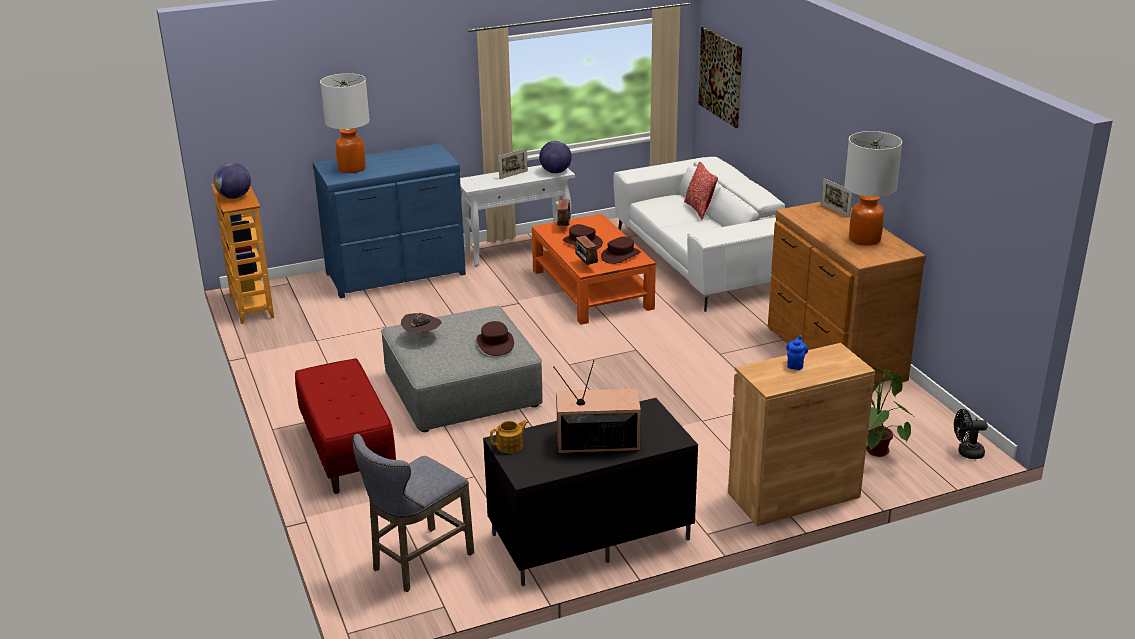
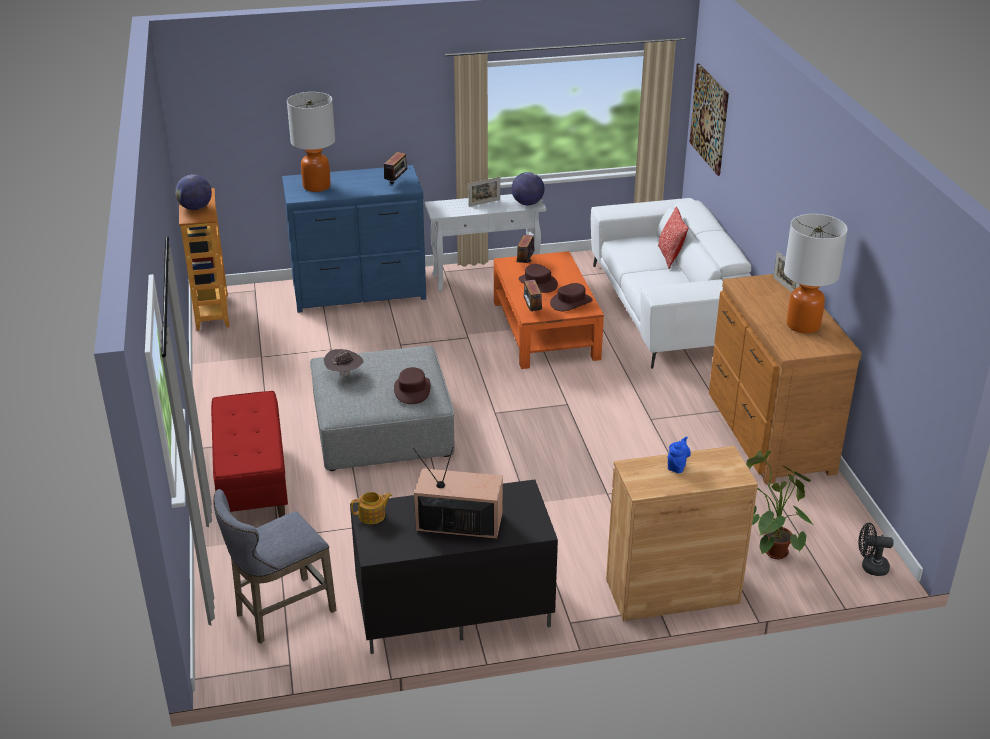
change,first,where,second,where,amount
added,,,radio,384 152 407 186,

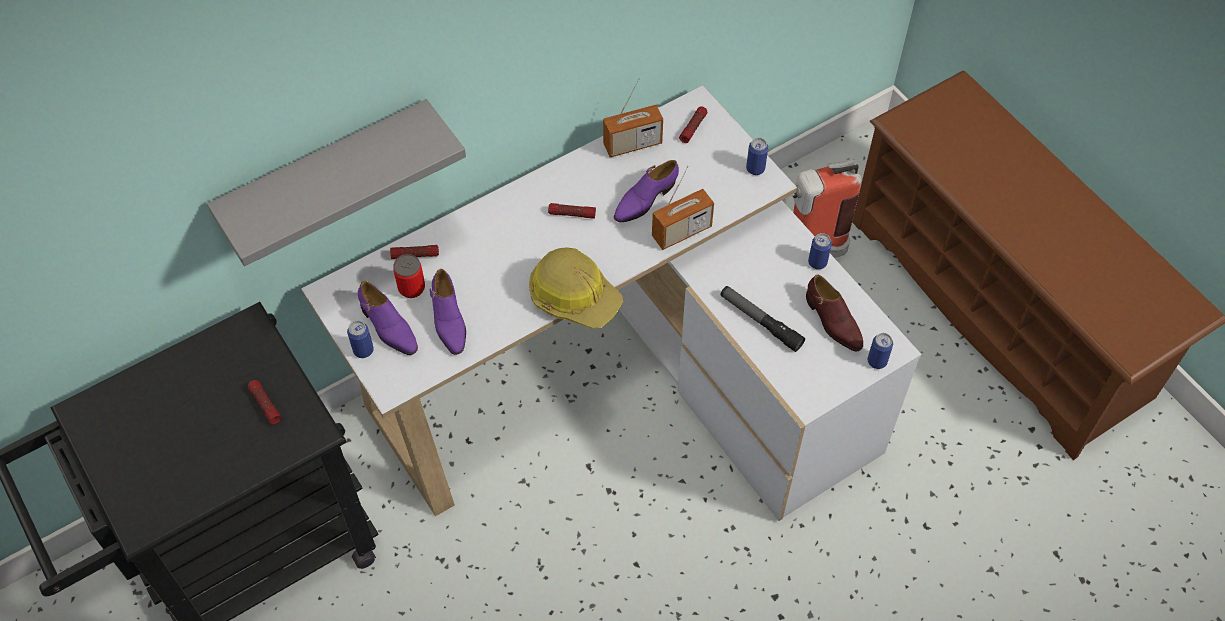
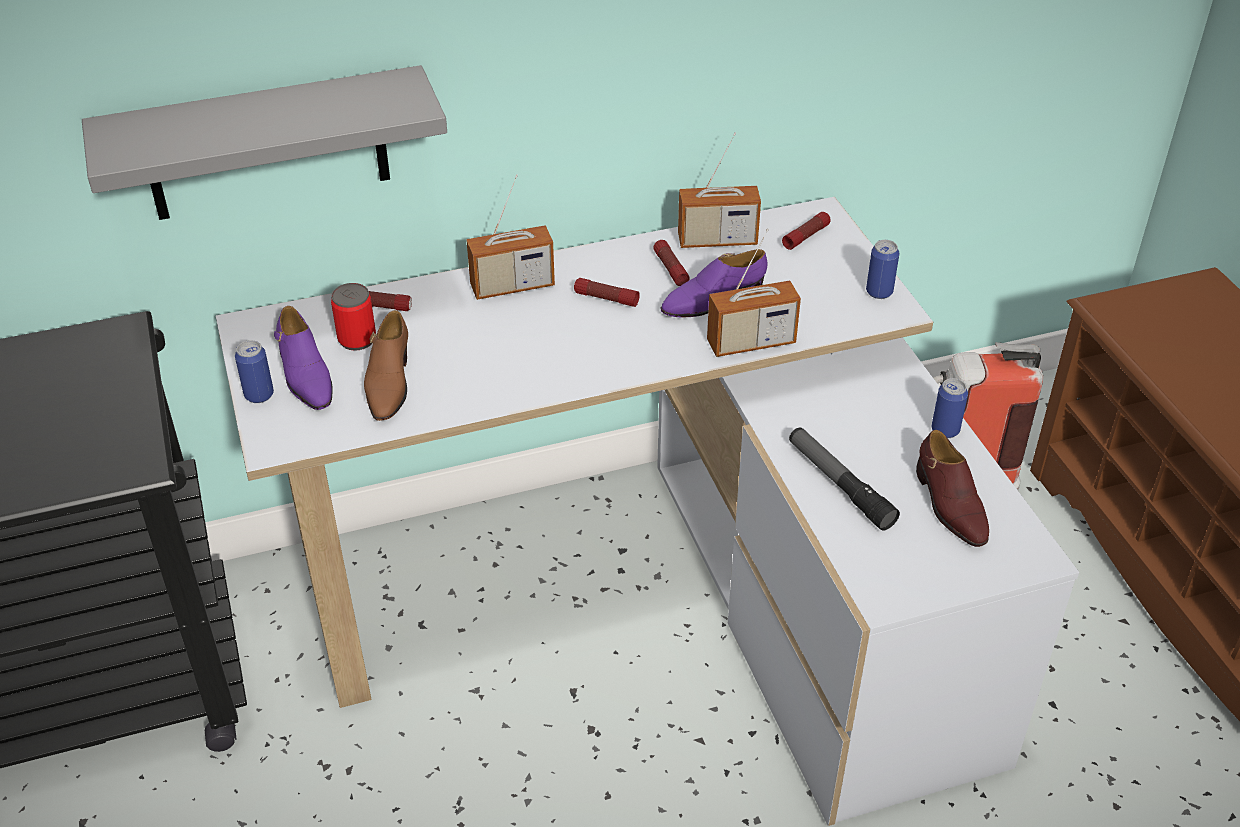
change,first,where,second,where,amount
moved,flashlight,248 380 281 425,,653 240 690 286,
recoloured,purple shoe,430 269 466 355,brown shoe,364 310 408 421,
removed,hard hat,529 247 623 328,,,
removed,can,868 333 893 369,,,
added,,,radio,466 174 555 300,

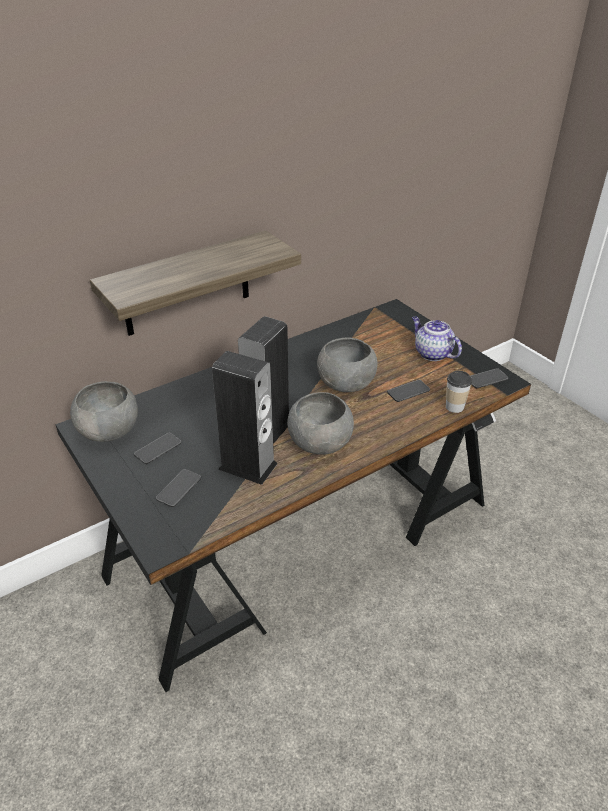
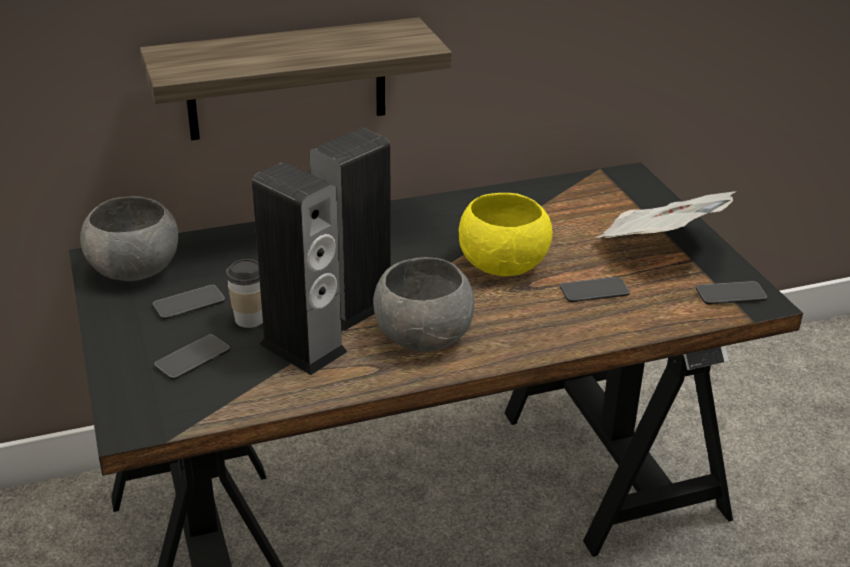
change,first,where,second,where,amount
recoloured,grey bowl,317 338 378 392,yellow bowl,459 193 553 276,
replaced,teapot,412 316 462 361,newspaper,596 191 736 238,
moved,cup,446 371 472 413,,226 259 263 328,

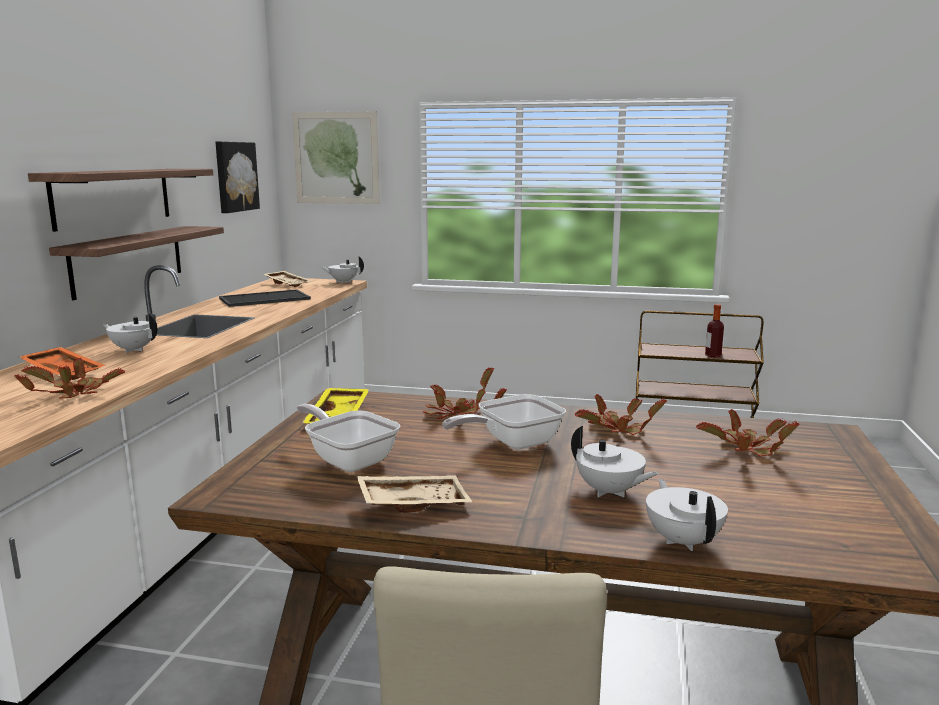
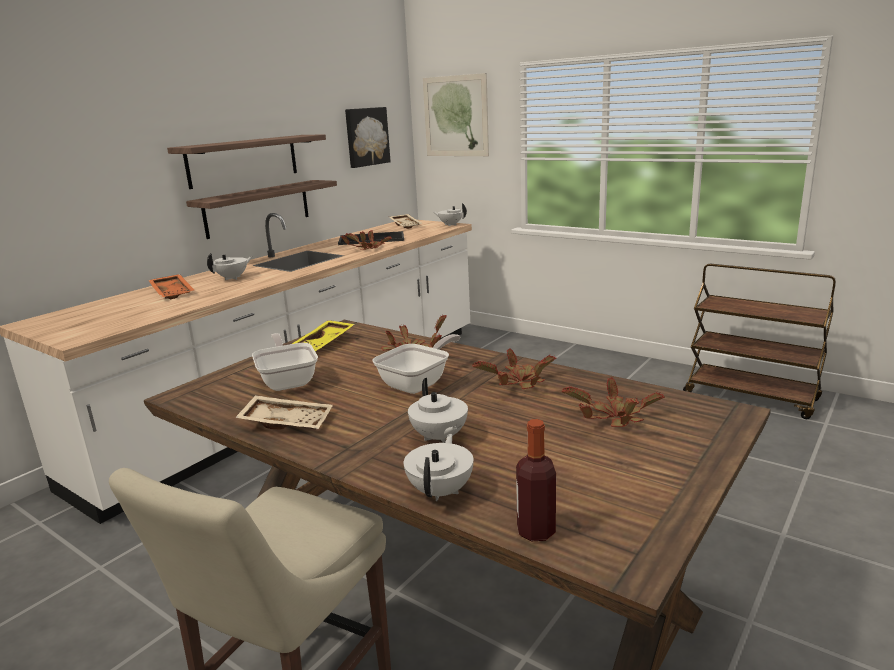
change,first,where,second,where,amount
moved,potted plant,14 358 125 399,,341 230 392 250,
turned,white teapot,103 312 157 353,,207 253 253 280,90 degrees clockwise
turned,frying pan,442 394 566 449,,372 334 461 394,135 degrees clockwise
moved,bottle,705 304 724 357,,516 419 556 541,

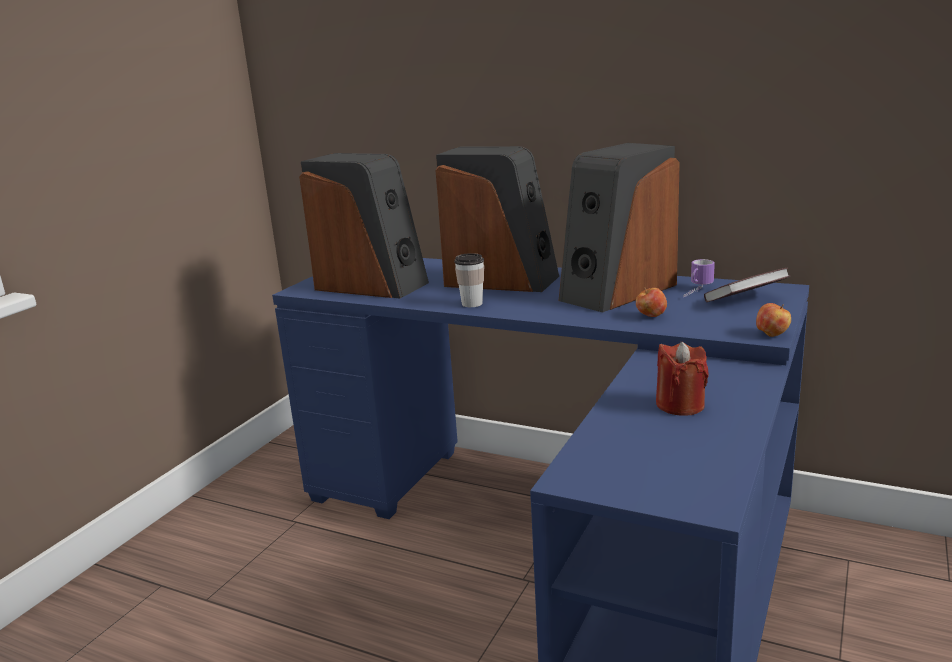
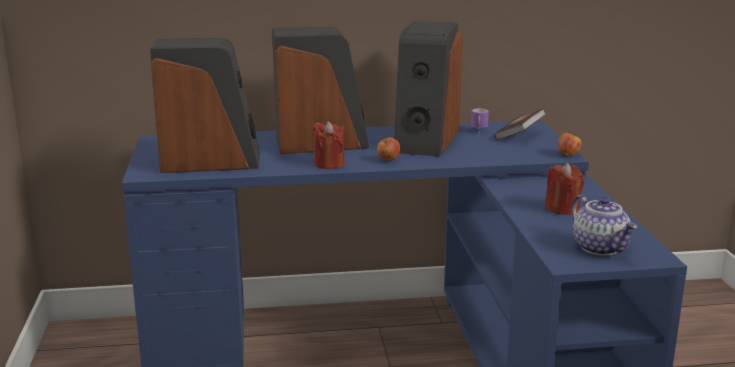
change,first,where,second,where,amount
replaced,cup,454 253 484 307,red candle,313 121 345 169,
moved,apple,636 287 667 317,,377 138 400 161,
added,,,teapot,571 195 638 256,

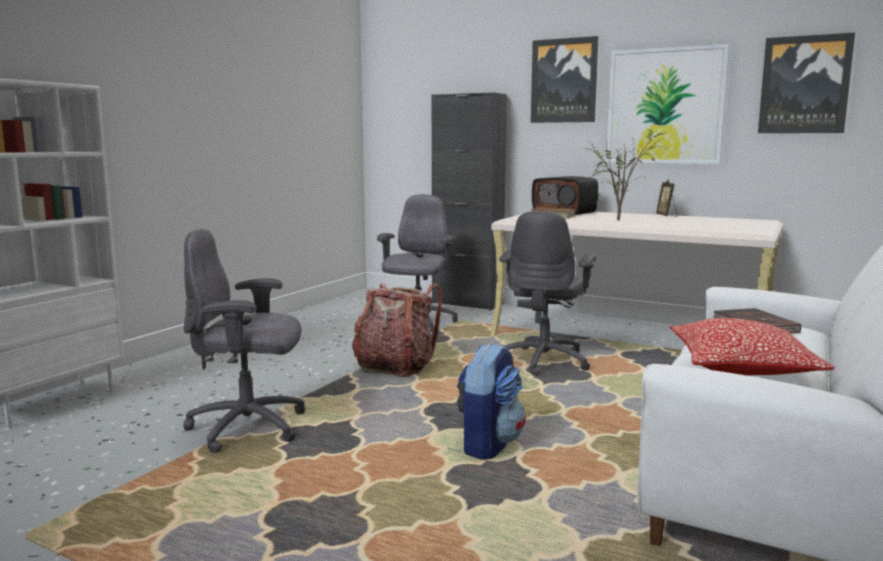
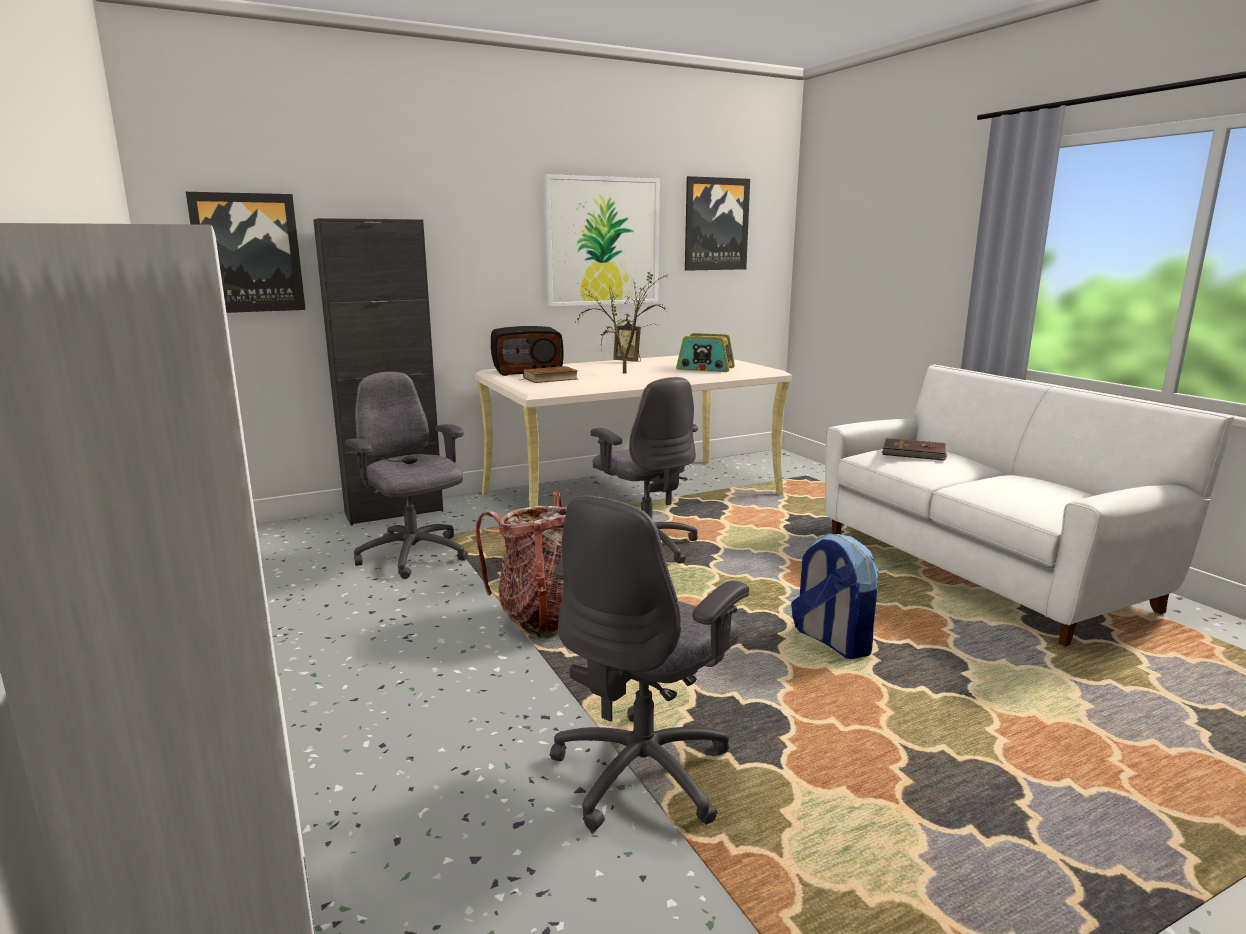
change,first,where,second,where,amount
moved,picture,531 36 599 123,,186 192 305 313,
removed,pillow,669 318 835 375,,,
added,,,radio,676 333 735 372,

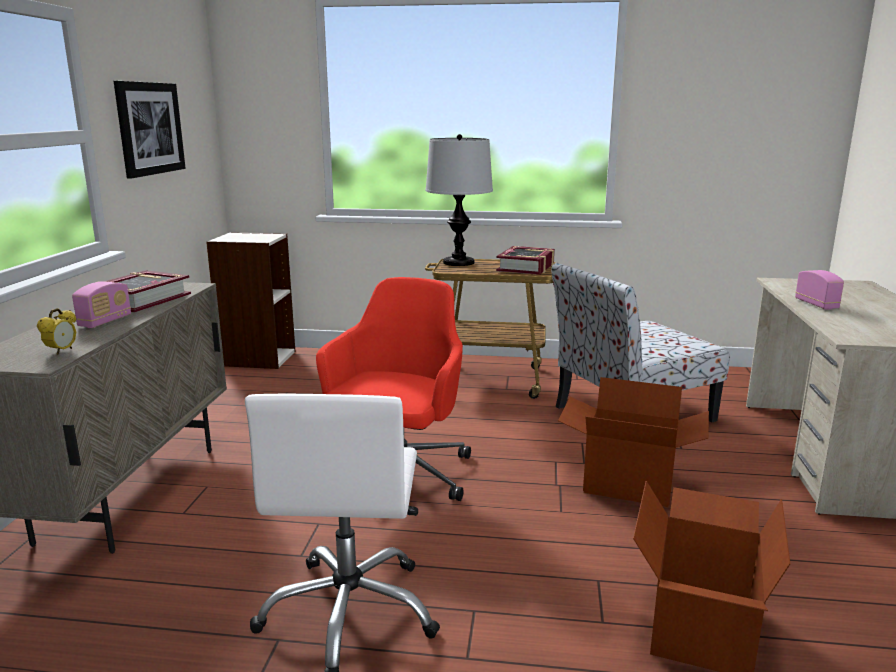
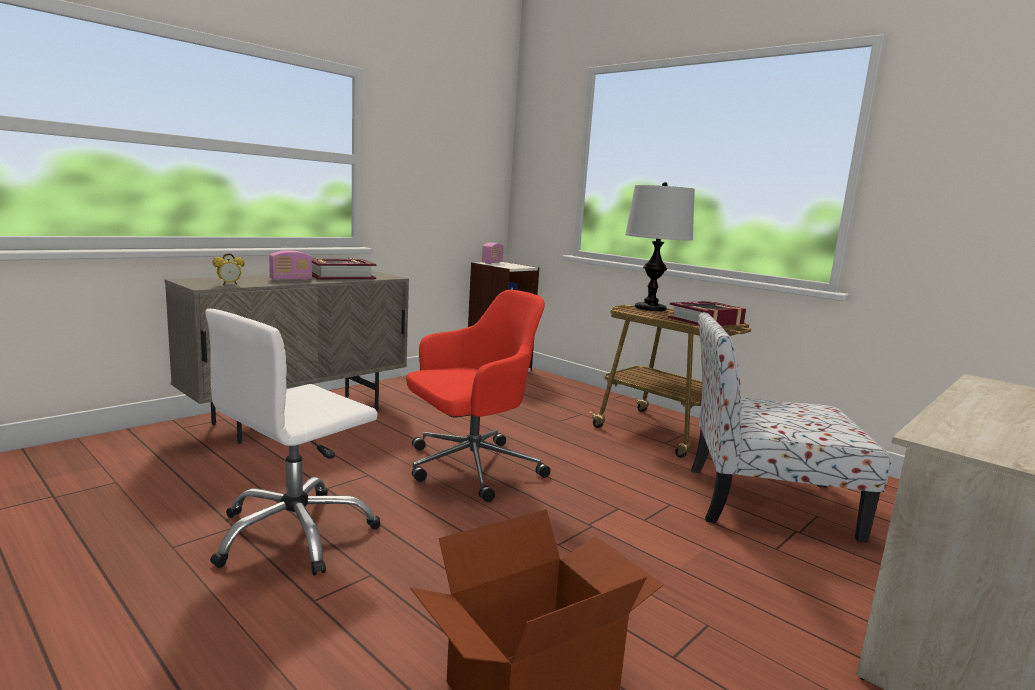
change,first,where,second,where,amount
removed,picture,114 81 186 179,,,
removed,cardboard box,558 377 709 507,,,
moved,radio,795 270 844 310,,482 242 504 264,

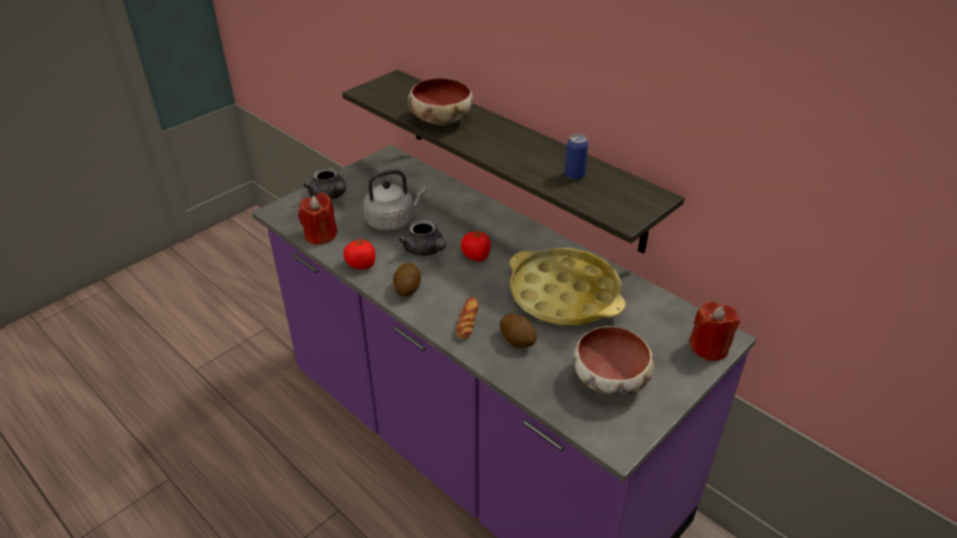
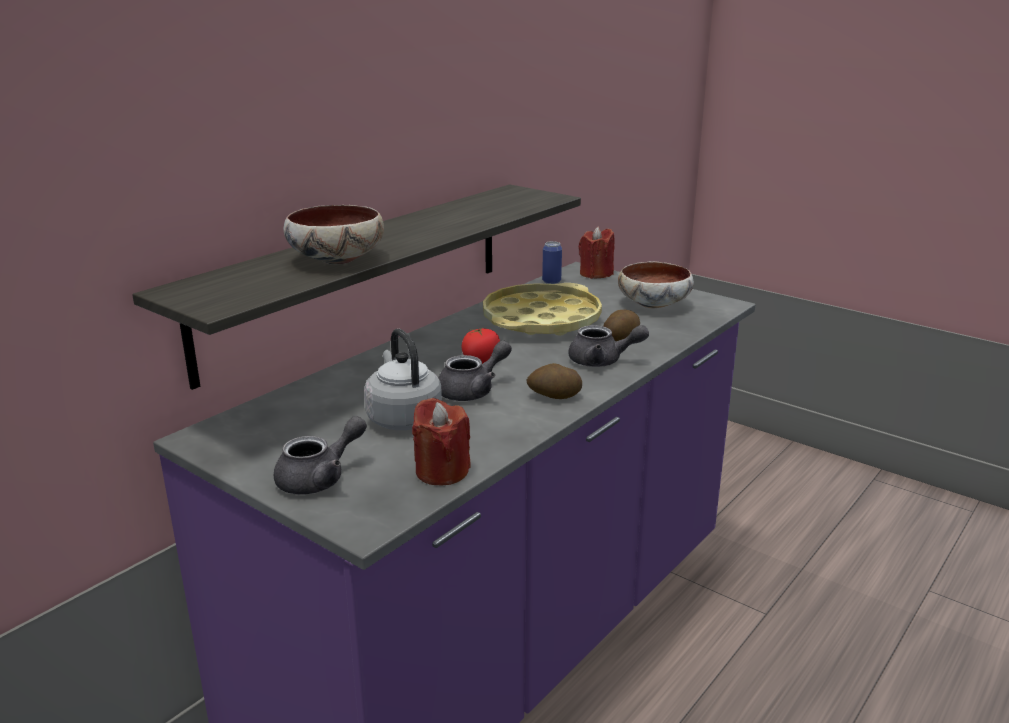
change,first,where,second,where,amount
removed,tomato,343 237 376 269,,,
replaced,bread,456 297 479 339,grey teapot,568 325 649 367,
moved,can,565 134 588 180,,542 241 562 284,

